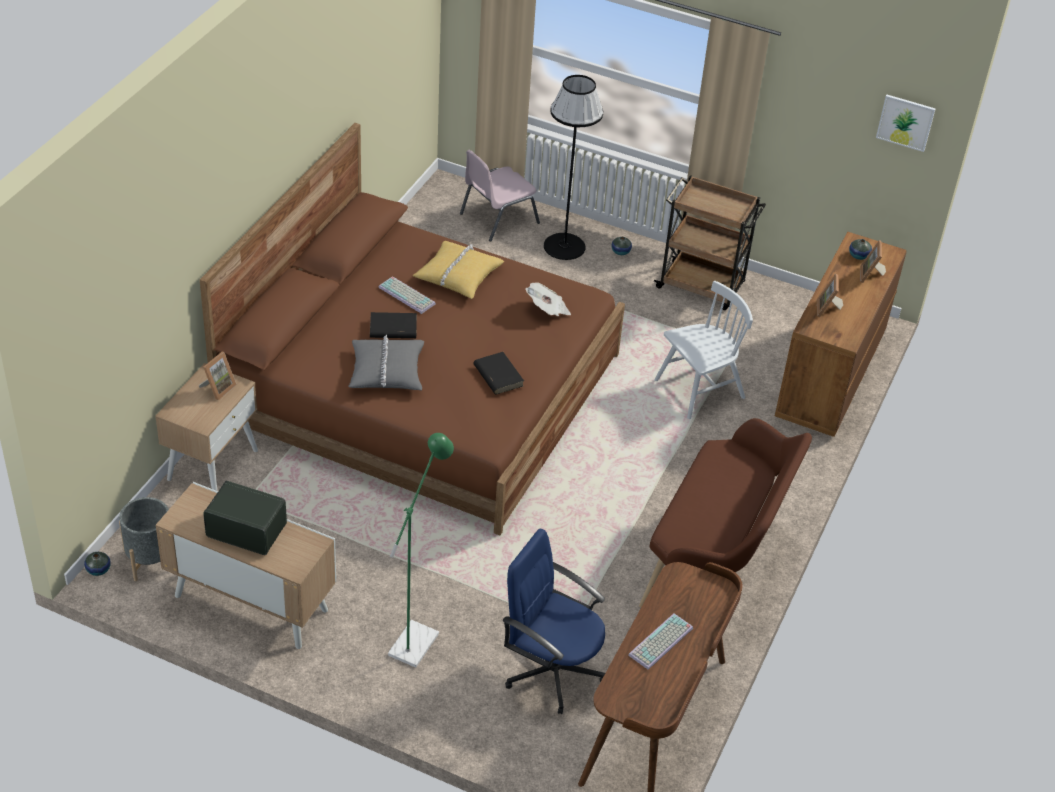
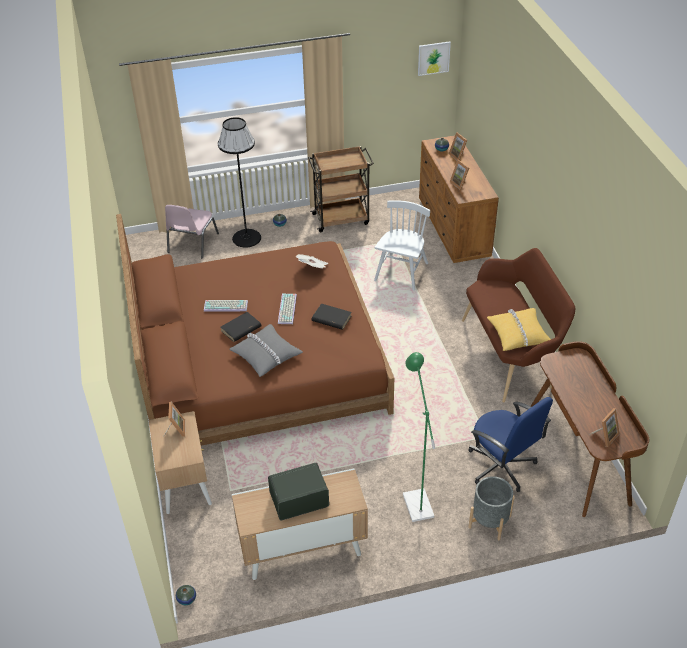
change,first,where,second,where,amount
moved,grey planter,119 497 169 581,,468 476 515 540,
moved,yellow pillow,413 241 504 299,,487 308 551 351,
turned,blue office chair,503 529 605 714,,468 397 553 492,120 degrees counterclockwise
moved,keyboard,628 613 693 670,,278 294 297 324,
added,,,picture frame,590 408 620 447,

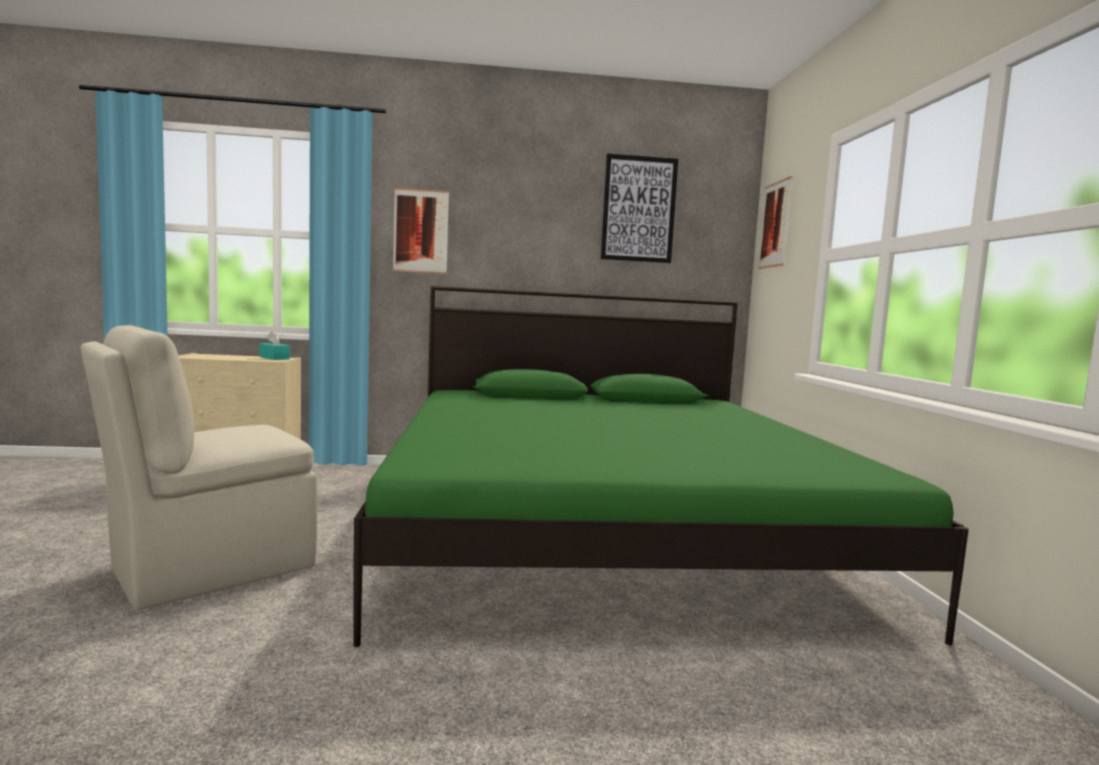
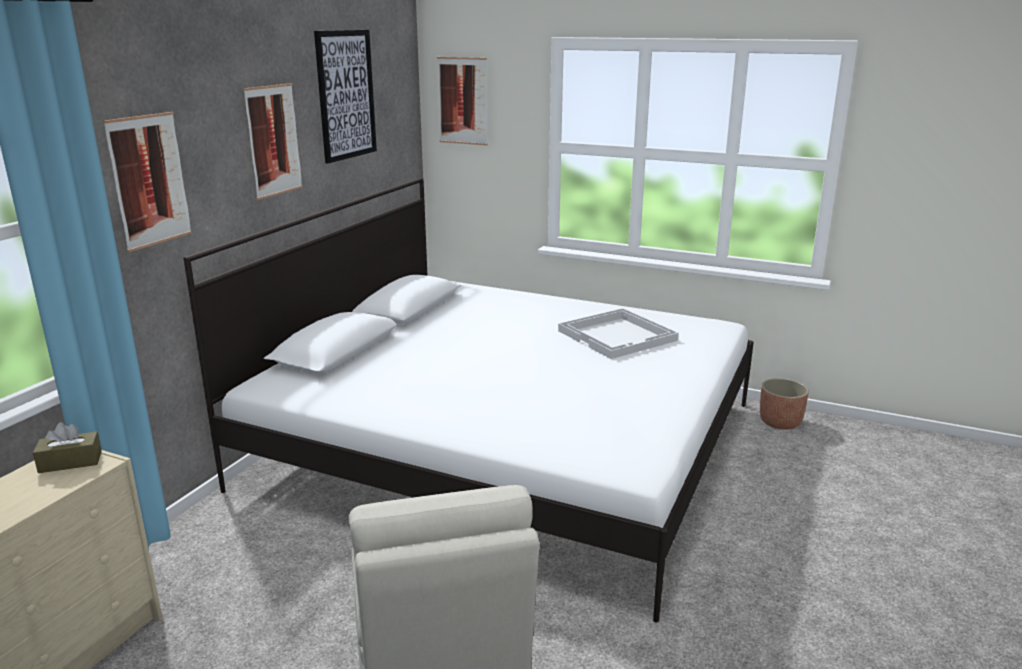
change,first,where,second,where,amount
recoloured,turquoise tissue box,259 331 290 360,brown tissue box,33 422 102 473,
recoloured,green bed,353 286 969 647,white bed,183 178 754 622,
added,,,picture,243 83 303 200,
added,,,white tray,558 308 679 359,
added,,,planter,760 378 809 430,

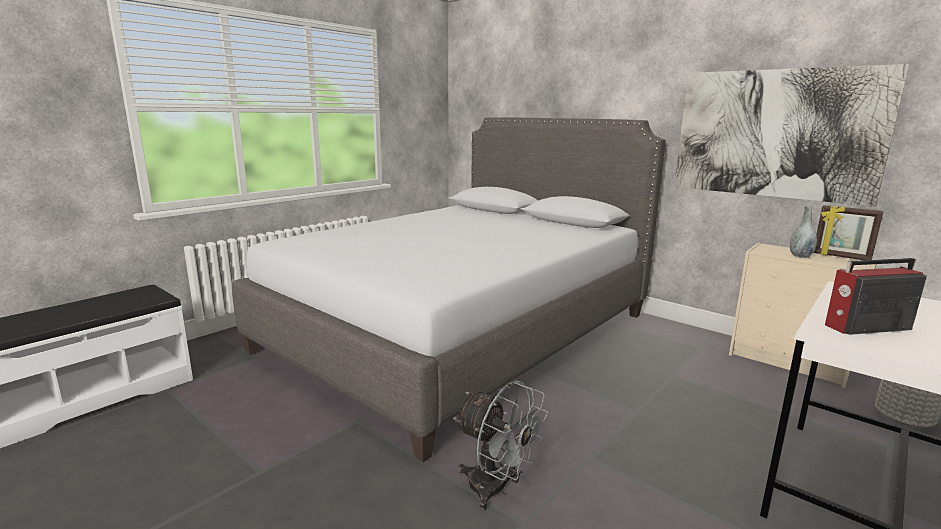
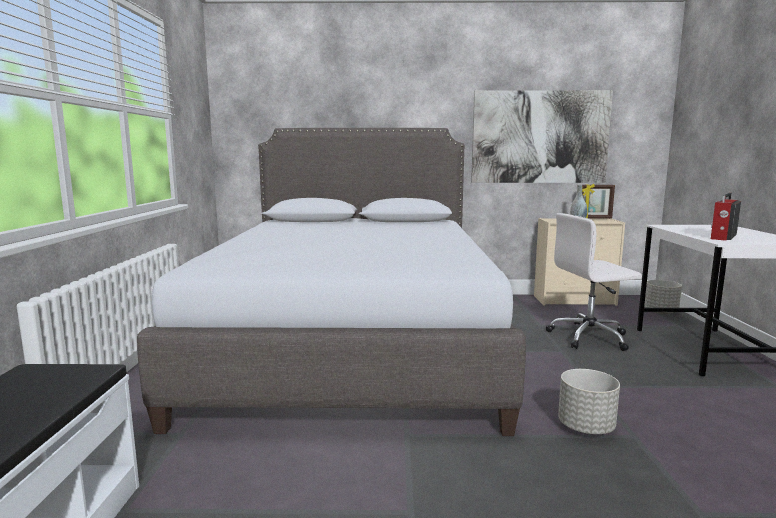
change,first,where,second,where,amount
replaced,grey fan,453 381 548 511,grey planter,558 369 620 434,
added,,,white office chair,546 213 642 351,

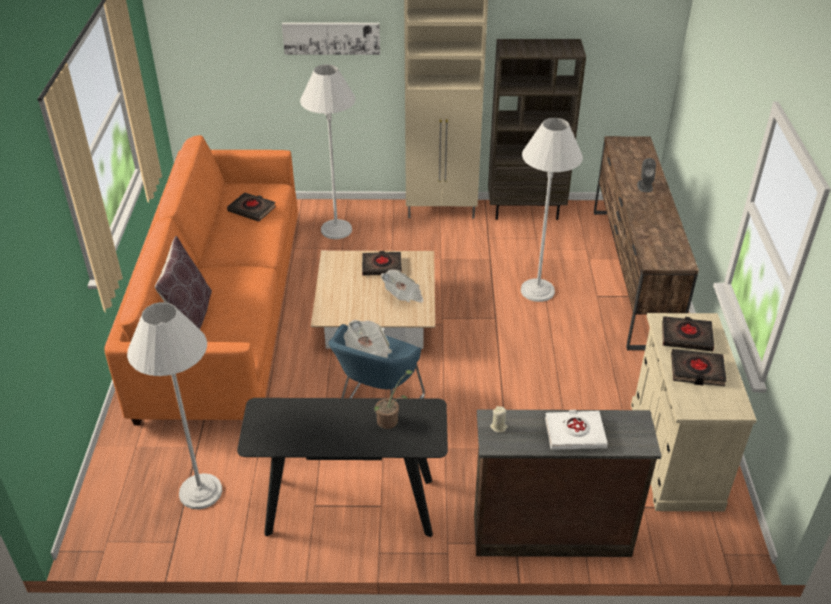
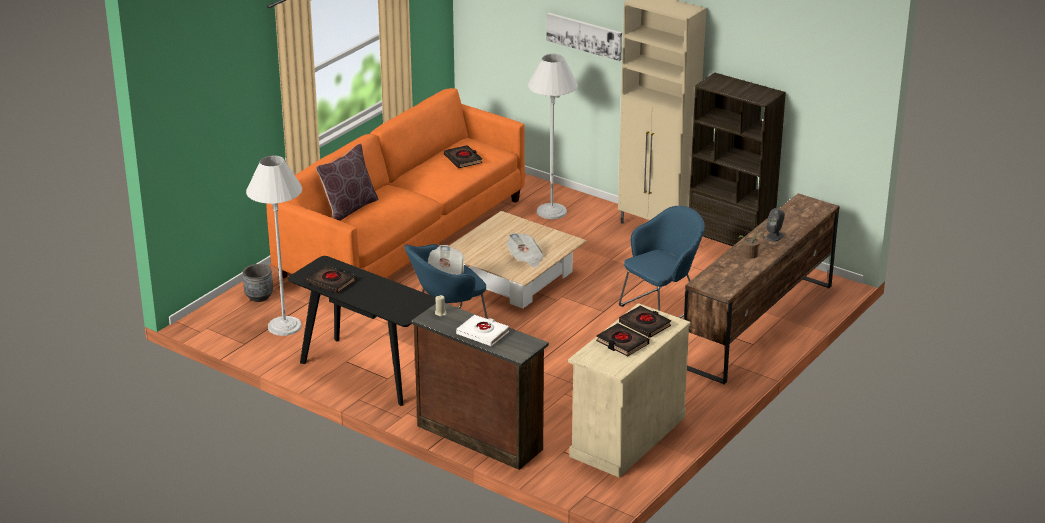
change,first,where,second,where,amount
moved,black book,362 251 402 276,,306 265 356 294,
moved,potted plant,374 370 413 429,,738 219 776 259,
replaced,white floor lamp,521 118 583 302,blue armchair,619 206 705 318,
added,,,grey planter,243 264 273 302,

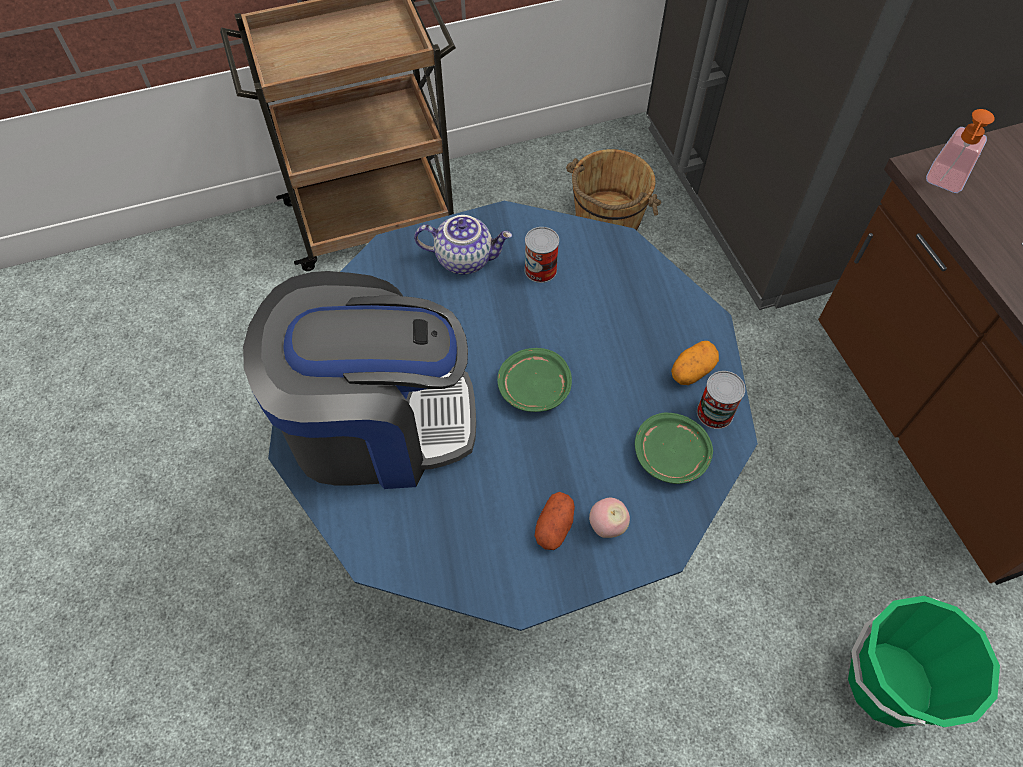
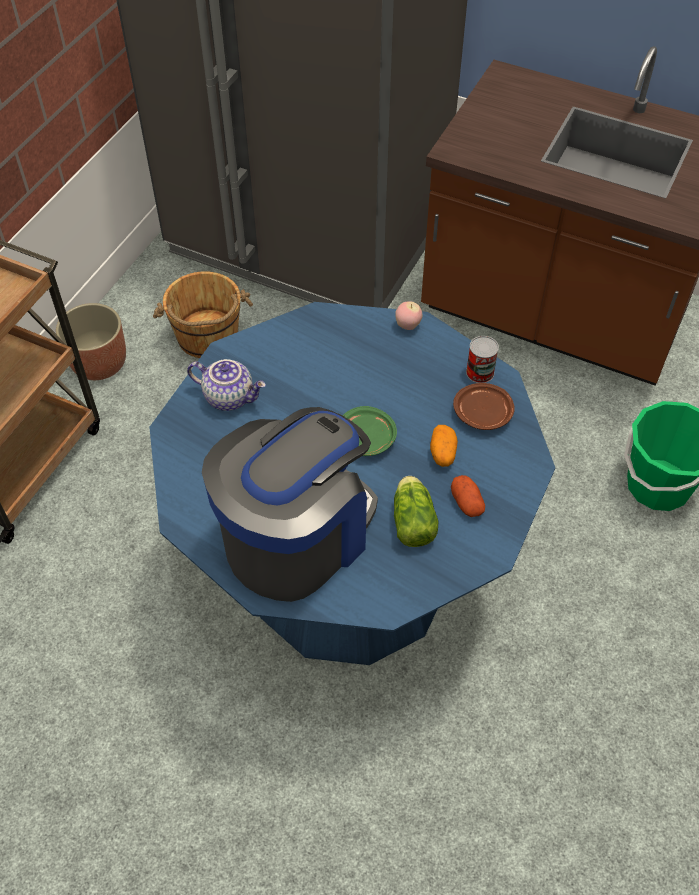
change,first,where,second,where,amount
turned,teapot,414 215 512 274,,187 359 266 411,60 degrees clockwise
removed,can,524 227 559 283,,,
moved,apple,589 498 630 538,,395 301 423 330,
recoloured,green plate,635 413 713 484,brown plate,453 383 515 430,
moved,potato,671 341 719 385,,430 425 458 467,
removed,soap dispenser,926 109 995 193,,,
added,,,planter,56 303 126 380,
added,,,lettuce,394 476 438 547,

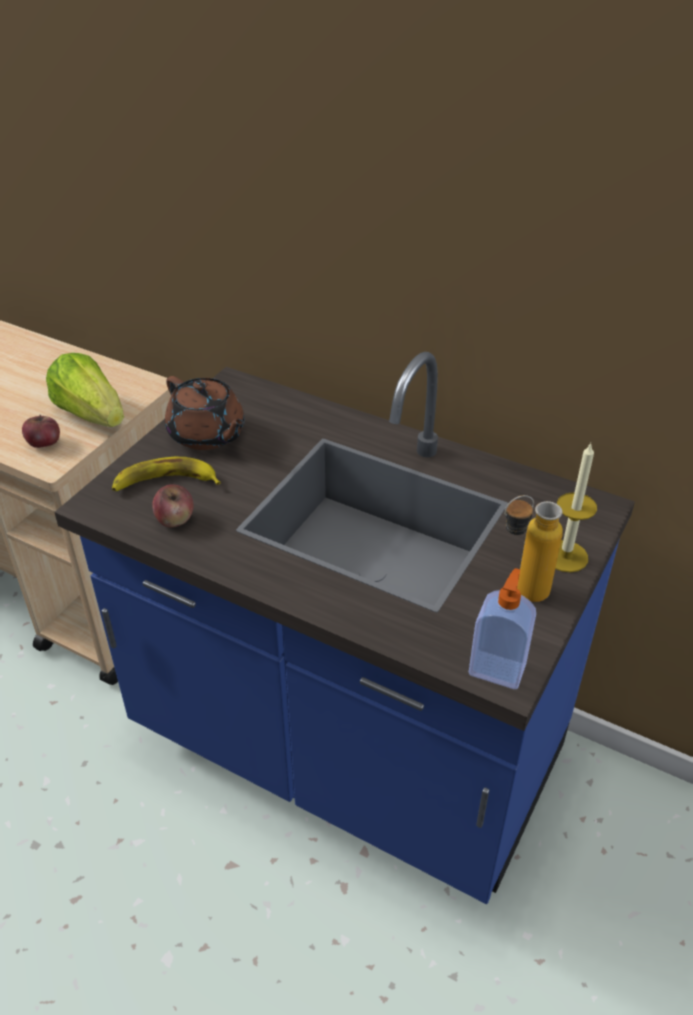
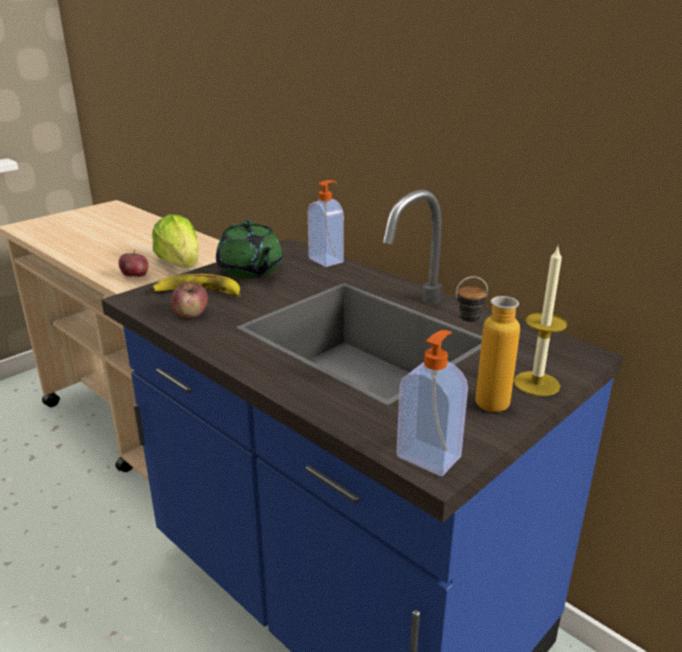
change,first,where,second,where,amount
recoloured,brown teapot,165 376 245 450,green teapot,216 220 283 279,
added,,,soap dispenser,308 180 344 267,

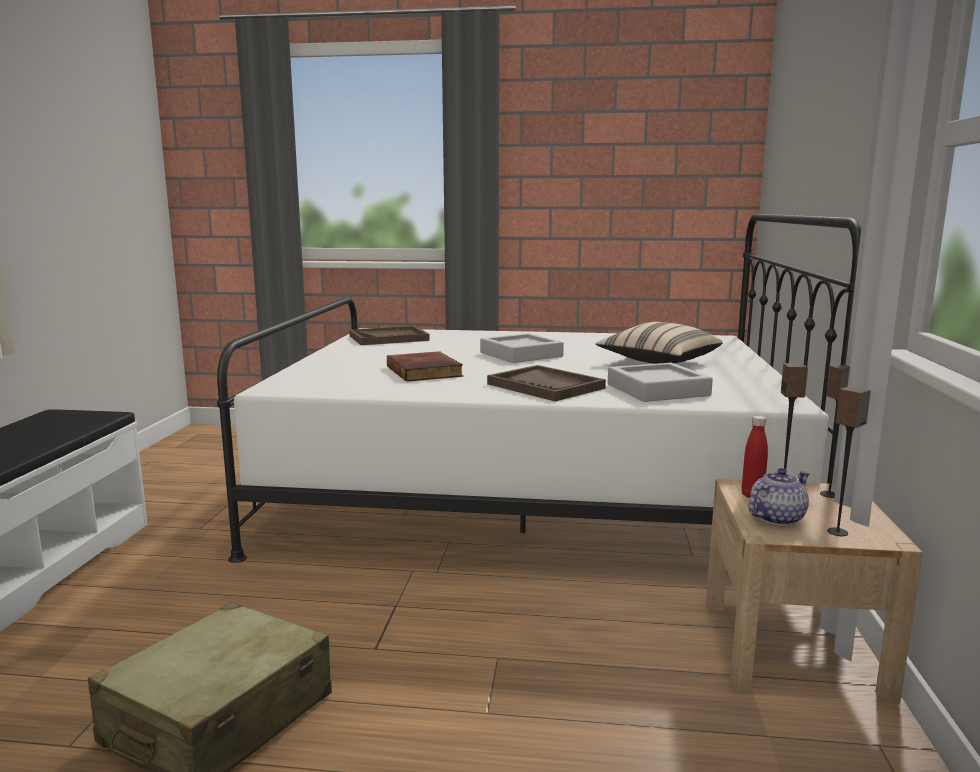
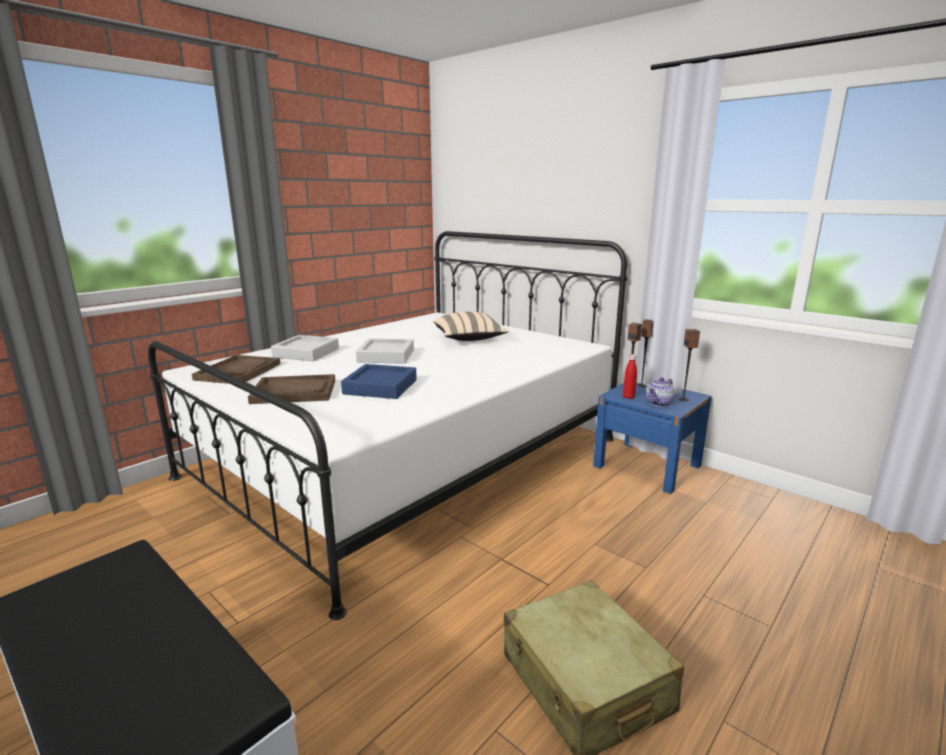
change,first,where,second,where,amount
replaced,book,387 351 463 382,blue tray,341 364 417 399,
moved,brown tray,487 365 606 401,,248 374 335 404,
moved,grey tray,608 363 713 402,,271 335 339 361,
recoloured,beige nightstand,706 479 923 704,blue nightstand,593 383 712 494,
turned,teapot,749 468 810 526,,646 377 675 407,135 degrees counterclockwise

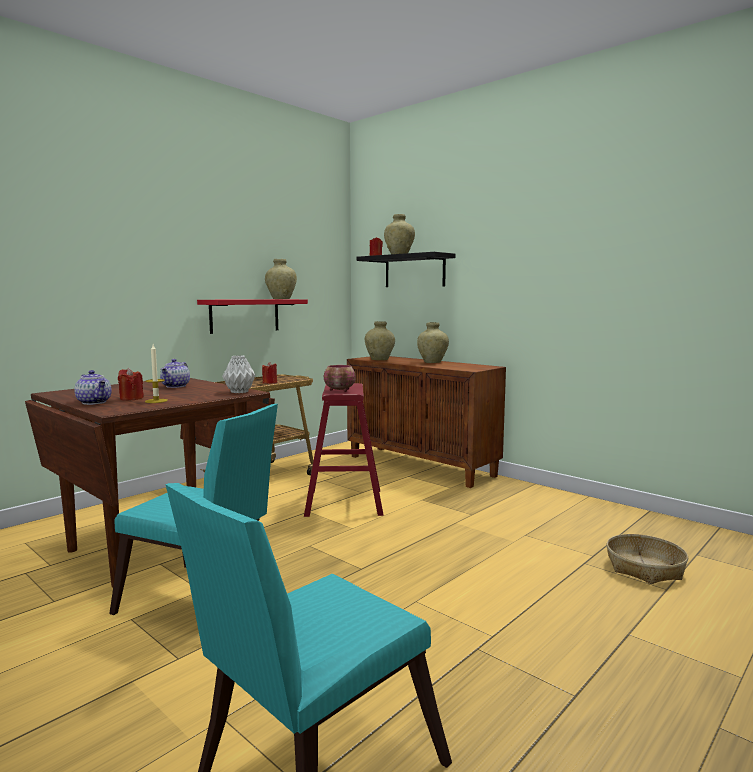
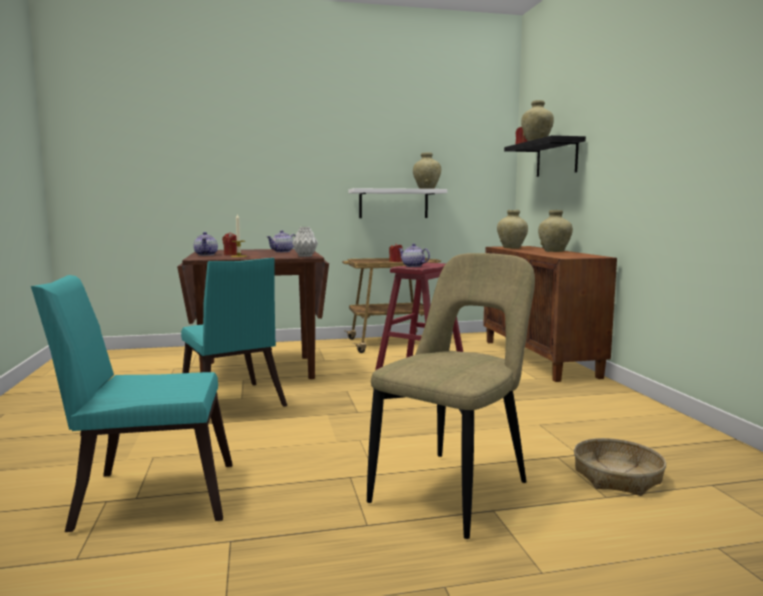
change,first,where,second,where,amount
recoloured,red shelf,197 299 308 334,white shelf,349 188 447 218,
replaced,bowl,324 365 356 392,teapot,399 244 430 267,
added,,,beige chair,367 253 535 539,

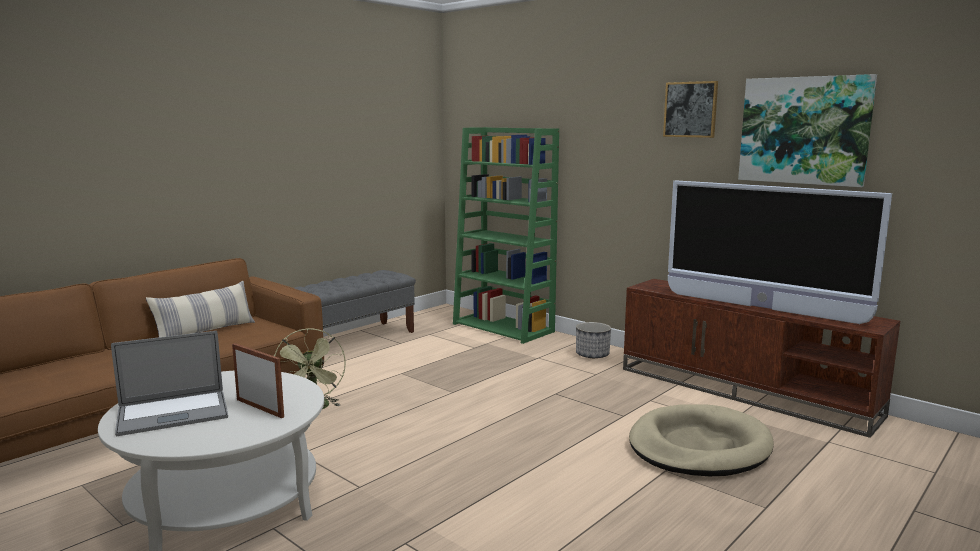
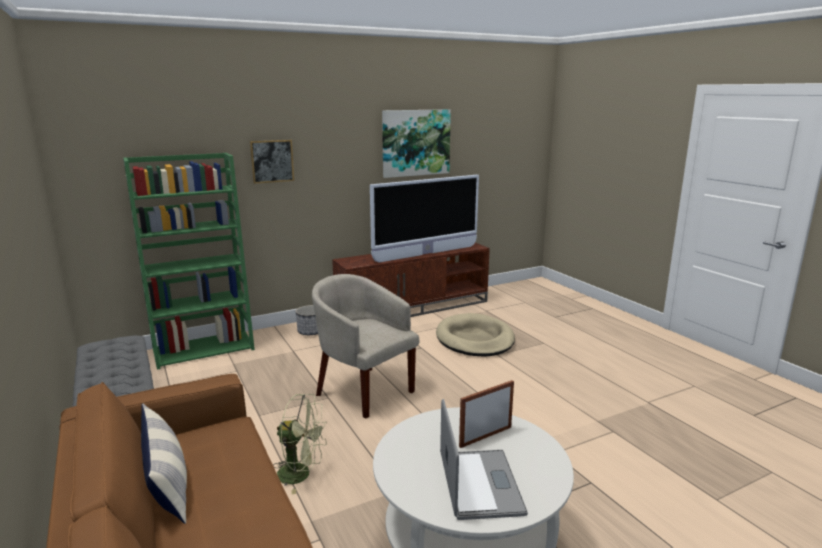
change,first,where,second,where,amount
moved,picture,663 81 718 138,,250 140 294 184,
added,,,beige armchair,312 274 419 418,

